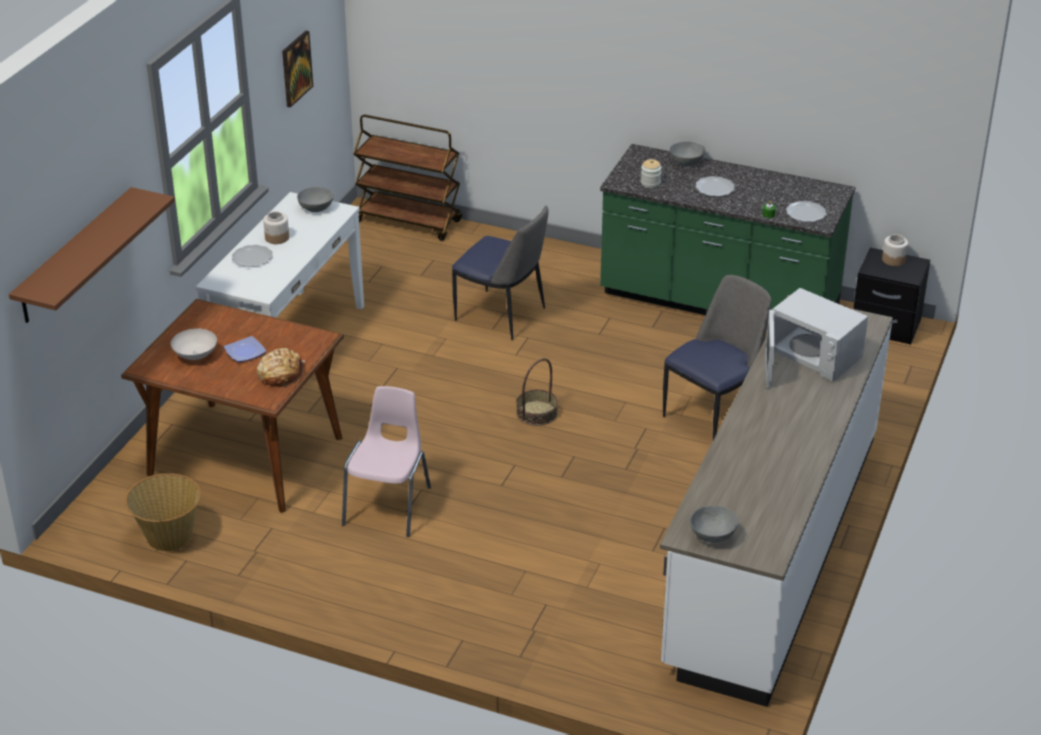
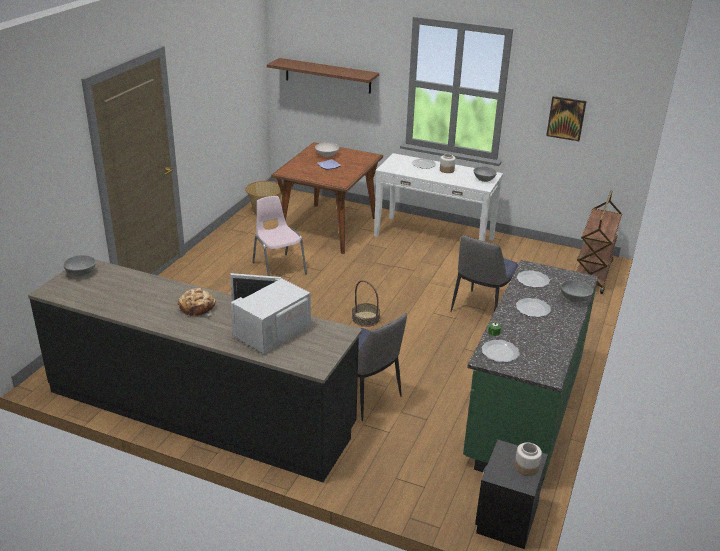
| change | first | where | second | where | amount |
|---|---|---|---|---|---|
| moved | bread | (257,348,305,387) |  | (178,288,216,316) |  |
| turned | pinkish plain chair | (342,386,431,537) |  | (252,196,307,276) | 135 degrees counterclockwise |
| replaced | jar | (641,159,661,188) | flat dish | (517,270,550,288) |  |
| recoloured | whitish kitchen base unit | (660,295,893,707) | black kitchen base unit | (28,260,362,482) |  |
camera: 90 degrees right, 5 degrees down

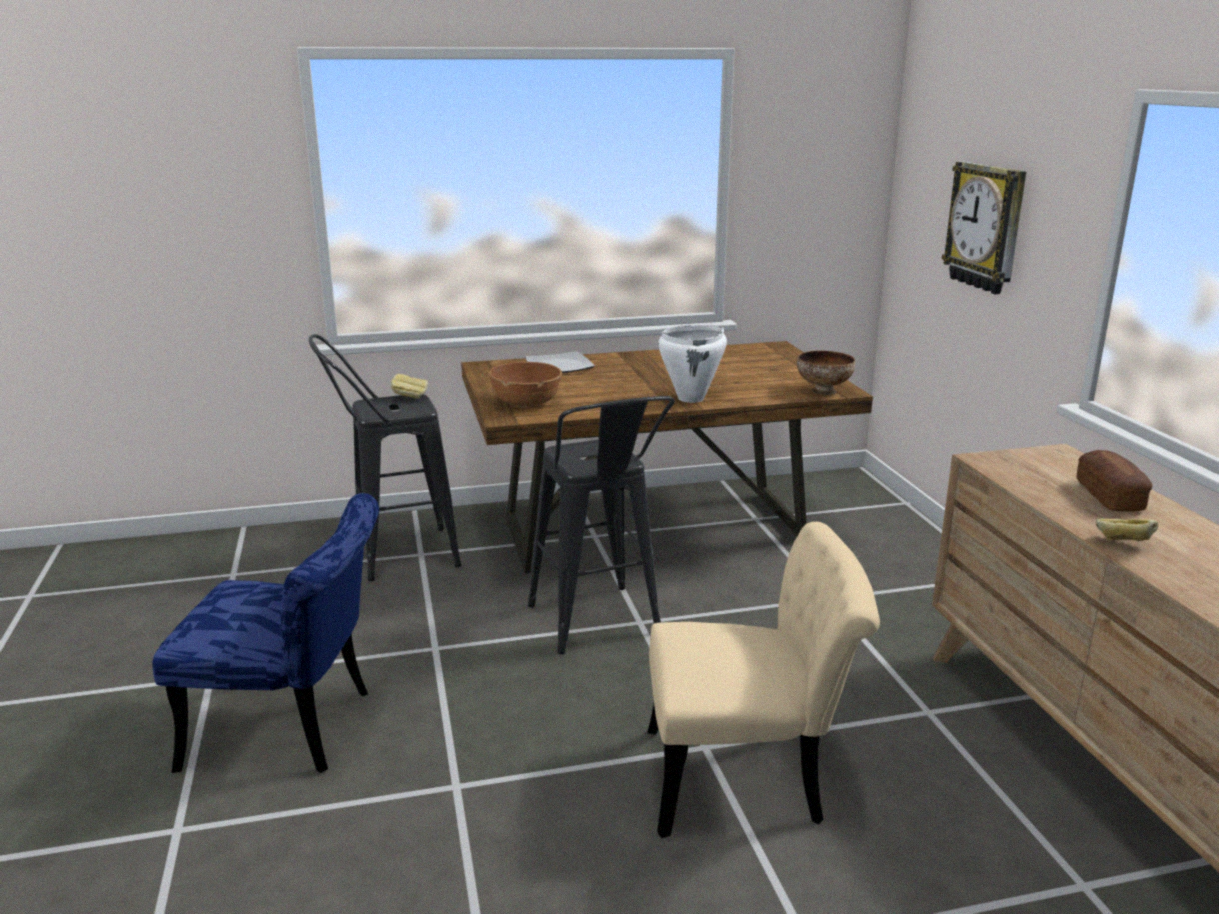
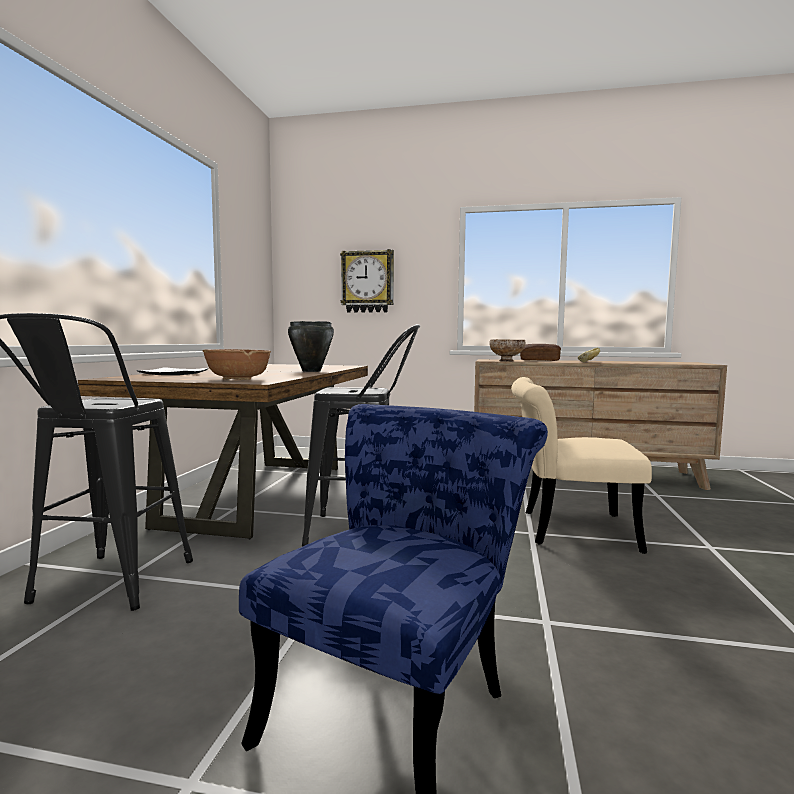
| change | first | where | second | where | amount |
|---|---|---|---|---|---|
| removed | bread | (391,374,428,399) |  |  |  |
| turned | beige plain chair | (647,522,880,838) |  | (511,377,652,554) | 105 degrees counterclockwise |
| recoloured | whitish saucepot | (658,325,727,403) | black saucepot | (288,321,334,372) |  |
| moved | deep dish | (797,351,855,395) |  | (489,339,526,361) |  |
camera: 65 degrees left, 15 degrees down

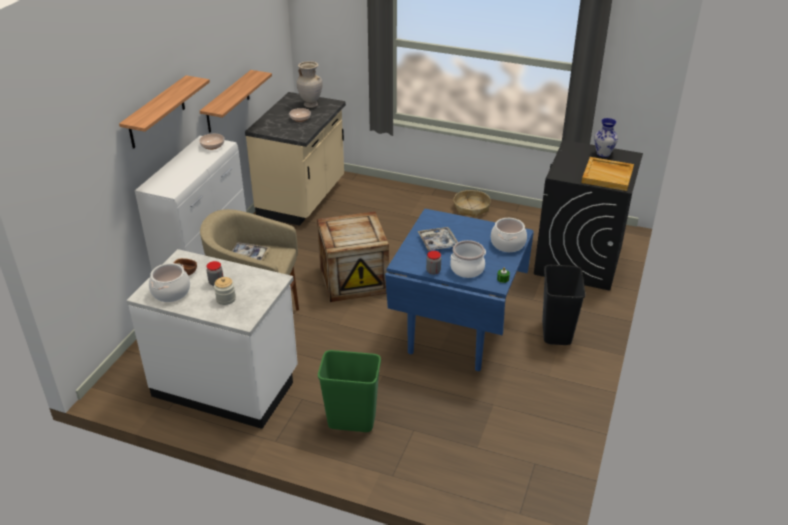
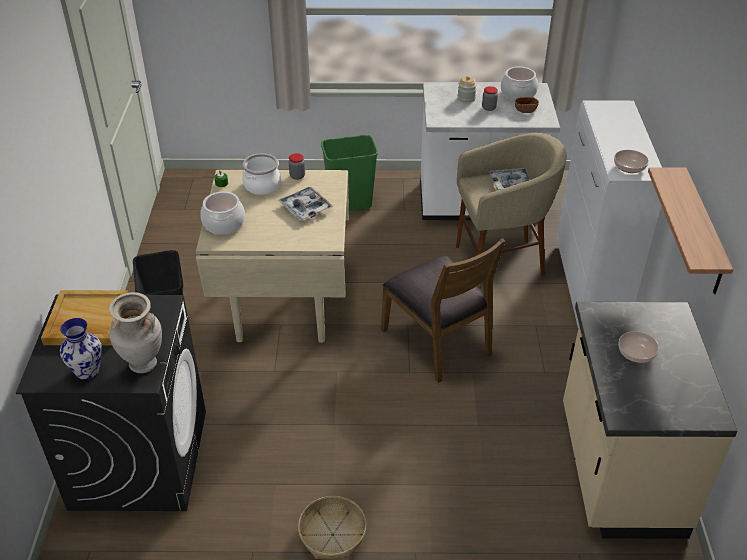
| change | first | where | second | where | amount |
|---|---|---|---|---|---|
| removed | shelf | (119,75,210,149) |  |  |  |
| moved | beige flower vase | (296,61,323,108) |  | (109,292,162,373) |  |
| replaced | crate | (317,212,389,302) | brownish plain chair | (381,238,506,383) |  |
| recoloured | blue dining table | (385,209,534,371) | beige dining table | (196,170,349,343) |  |
camera: 160 degrees right, 5 degrees up

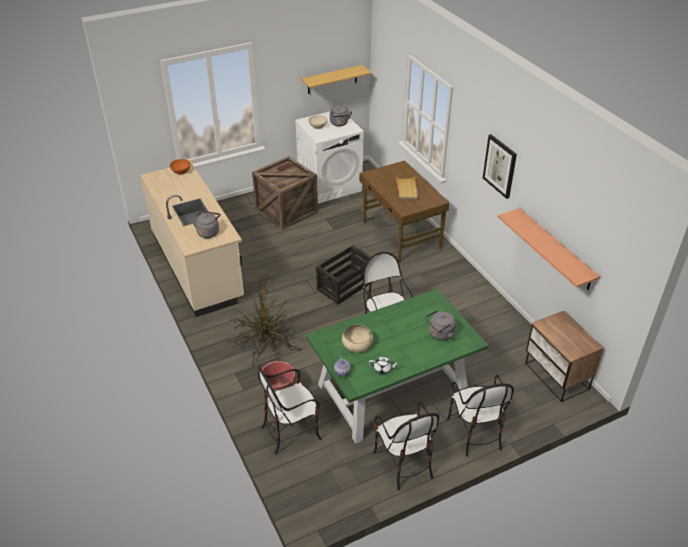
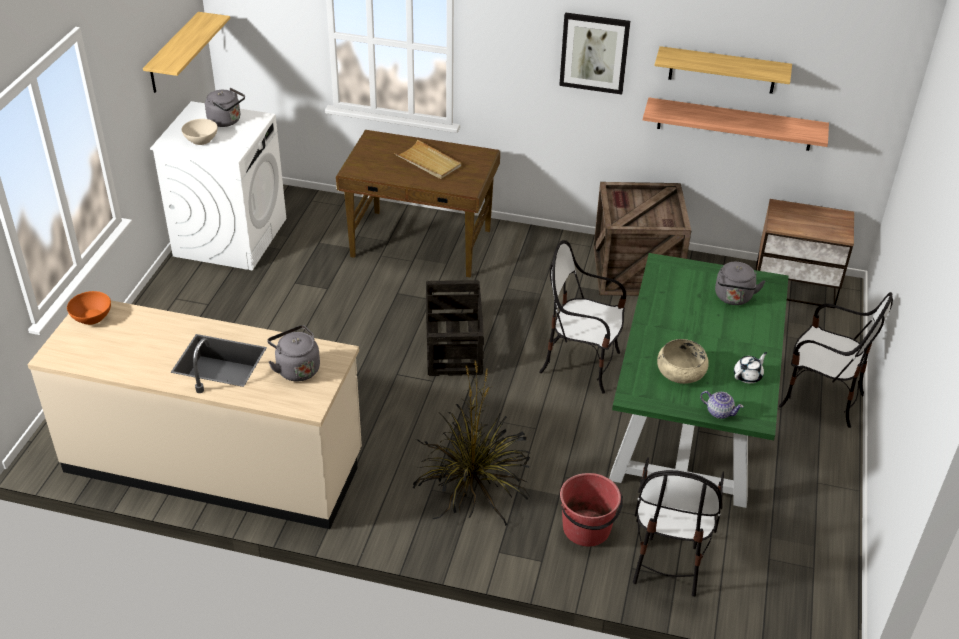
| change | first | where | second | where | amount |
|---|---|---|---|---|---|
| moved | crate | (252,156,318,230) |  | (594,182,691,296) |  |
| removed | plain chair | (373,402,439,490) |  |  |  |
| added |  |  | shelf | (655,46,792,94) |  |
camera: 50 degrees left, 0 degrees up

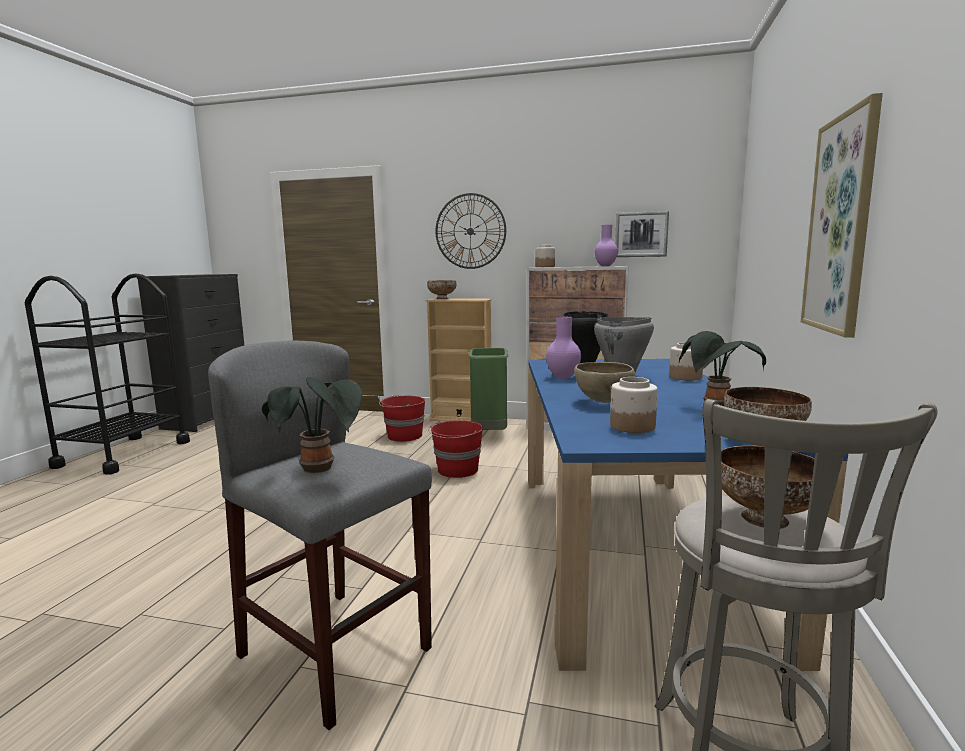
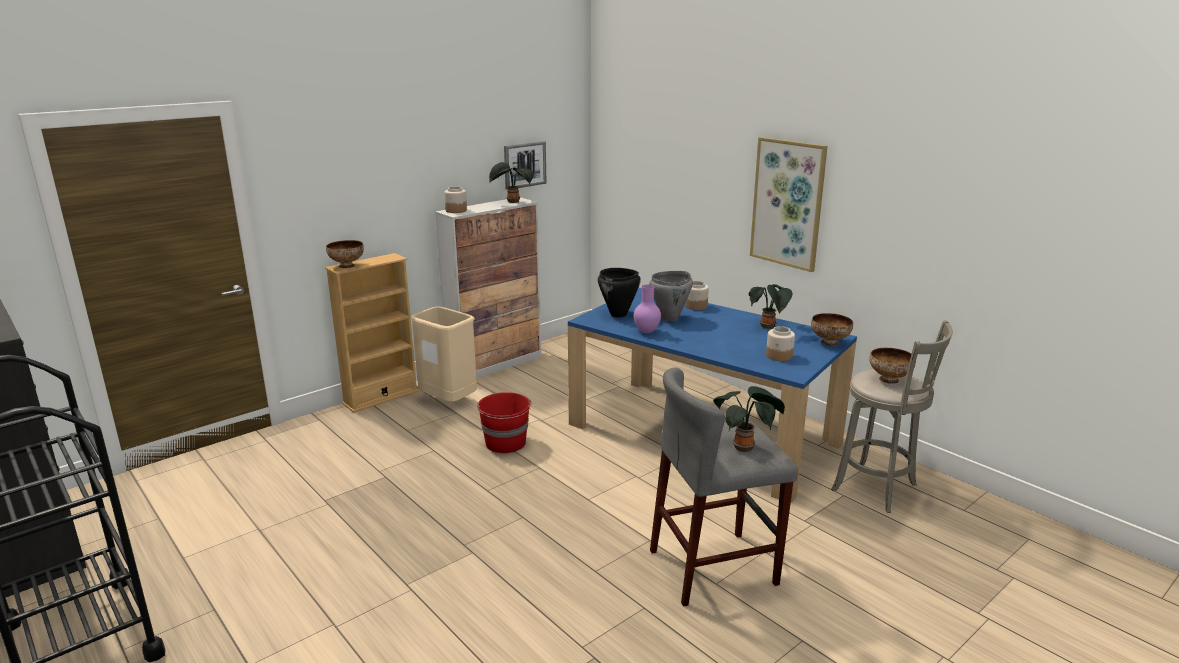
| change | first | where | second | where | amount |
|---|---|---|---|---|---|
| removed | red bucket | (379,395,425,442) |  |  |  |
| removed | hanging clock | (436,193,506,269) |  |  |  |
| recoloured | green waste bin | (468,348,508,430) | beige waste bin | (410,307,477,402) |  |
| removed | brownish deep dish | (574,362,635,403) |  |  |  |
| replaced | purplish flower vase | (595,225,618,266) | plant in a pot | (489,162,533,203) |  |
camera: 55 degrees left, 10 degrees up

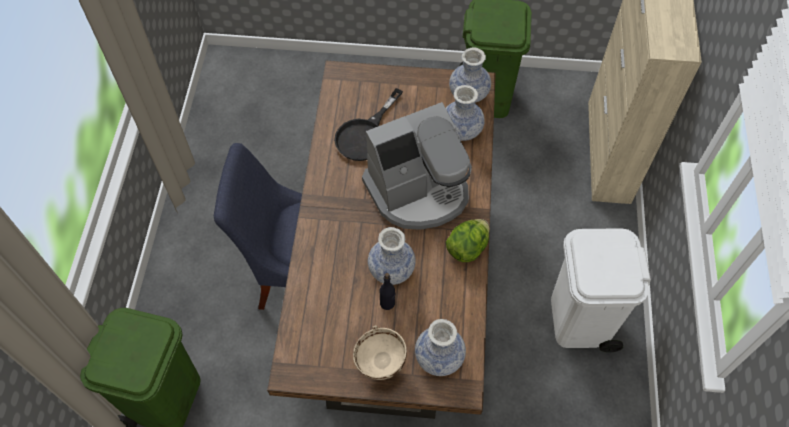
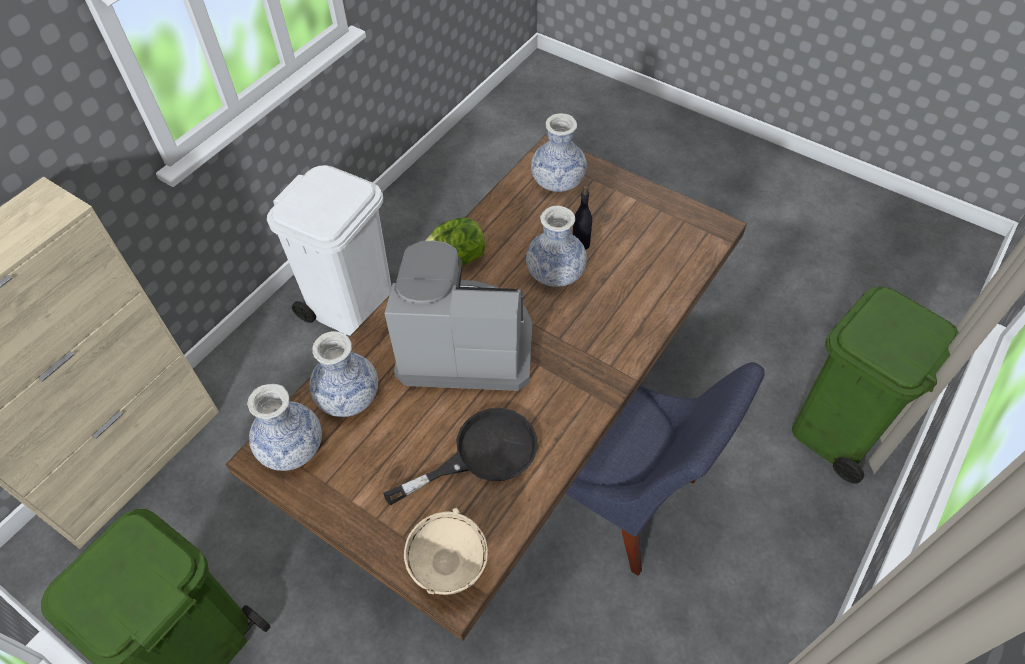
| change | first | where | second | where | amount |
|---|---|---|---|---|---|
| moved | beige deep dish | (353,326,407,380) |  | (404,508,488,595) |  |
camera: 150 degrees left, 5 degrees down

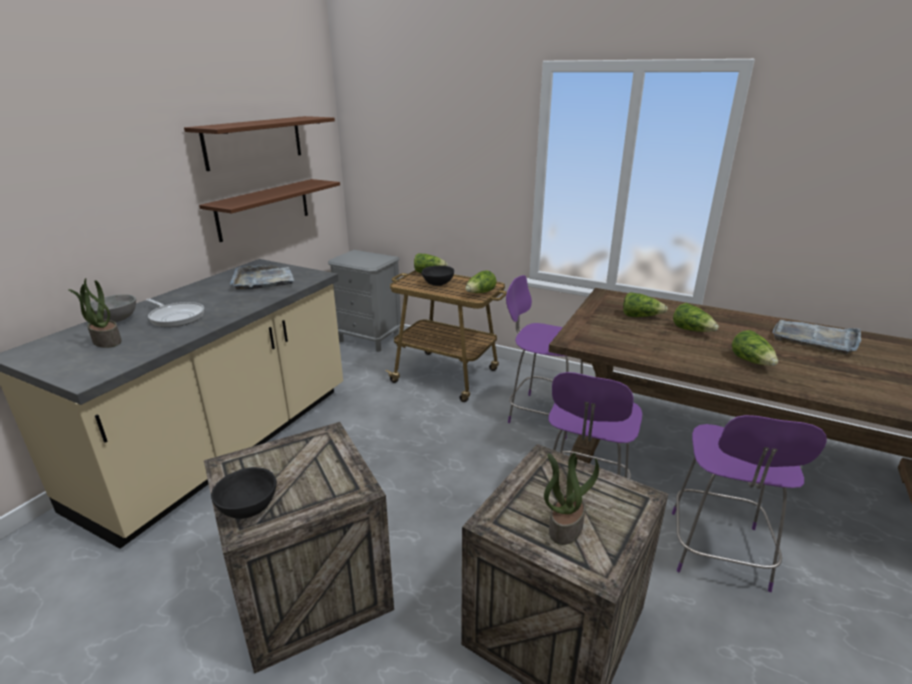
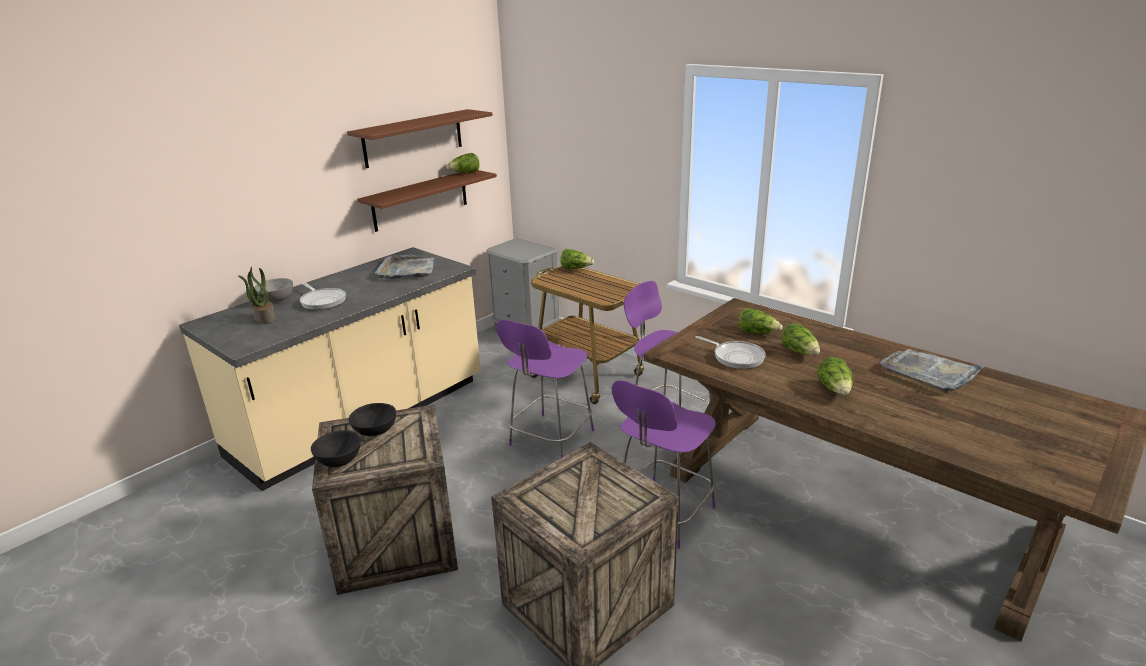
| change | first | where | second | where | amount |
|---|---|---|---|---|---|
| moved | black deep dish | (422,266,454,286) |  | (349,403,396,436) |  |
| moved | lettuce head | (465,270,496,293) |  | (446,153,479,173) |  |
| removed | plant in a pot | (544,453,599,545) |  |  |  |
| moved | purplish plain chair | (672,415,827,592) |  | (496,320,594,458) |  |
| added |  |  | skillet | (695,336,766,369) |  |
camera: 15 degrees right, 0 degrees up

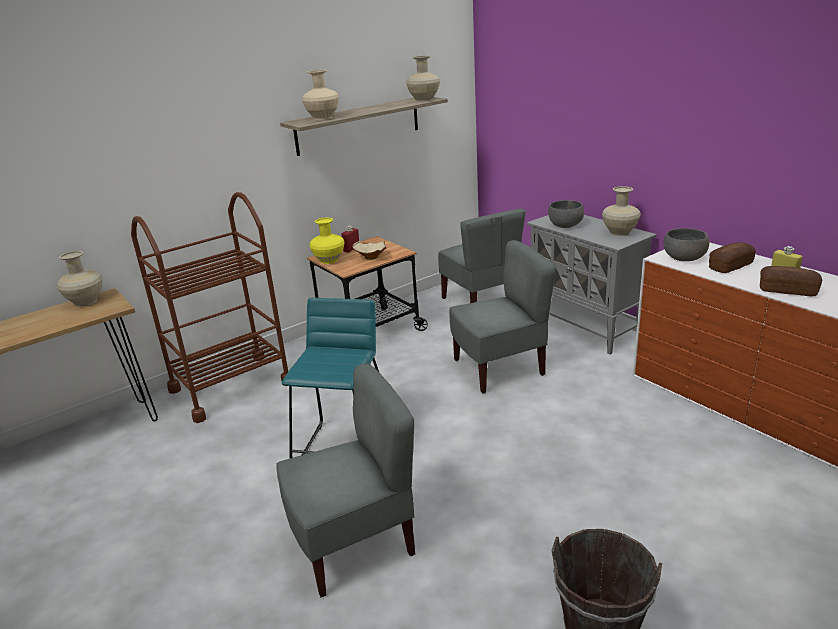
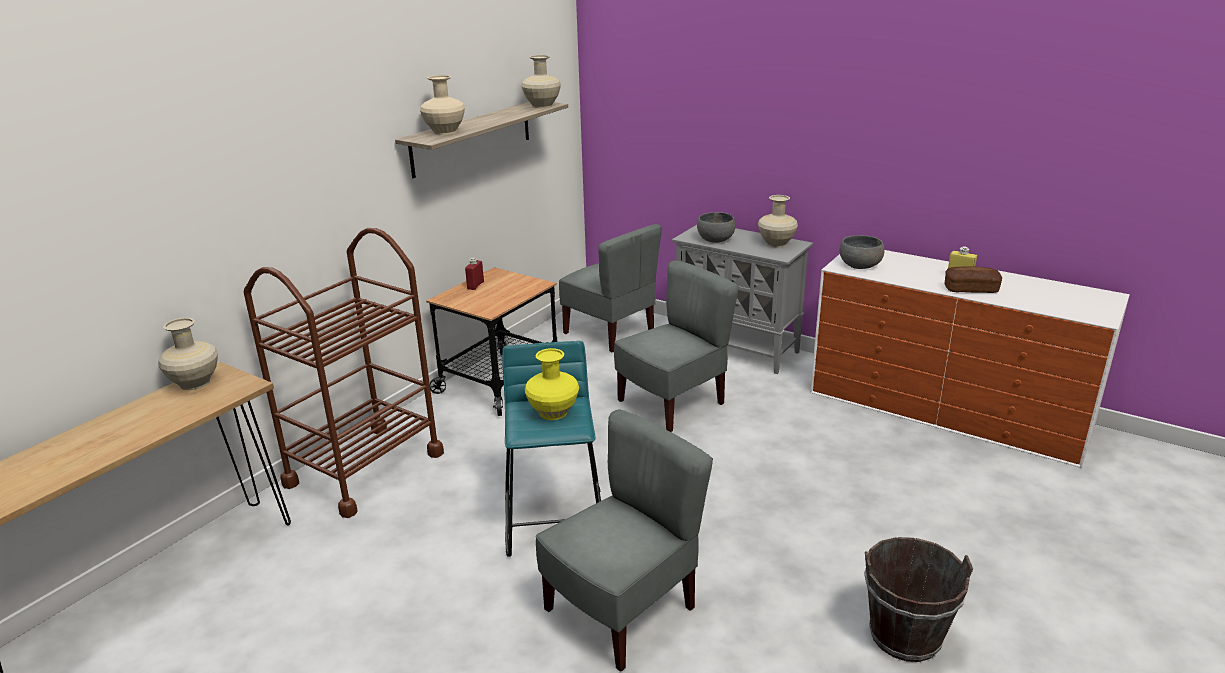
| change | first | where | second | where | amount |
|---|---|---|---|---|---|
| moved | yellowish flower vase | (310,218,344,264) |  | (525,348,579,420) |  |
| removed | beige deep dish | (352,241,387,260) |  |  |  |
| removed | bread | (709,242,756,273) |  |  |  |
camera: 20 degrees left, 0 degrees up

